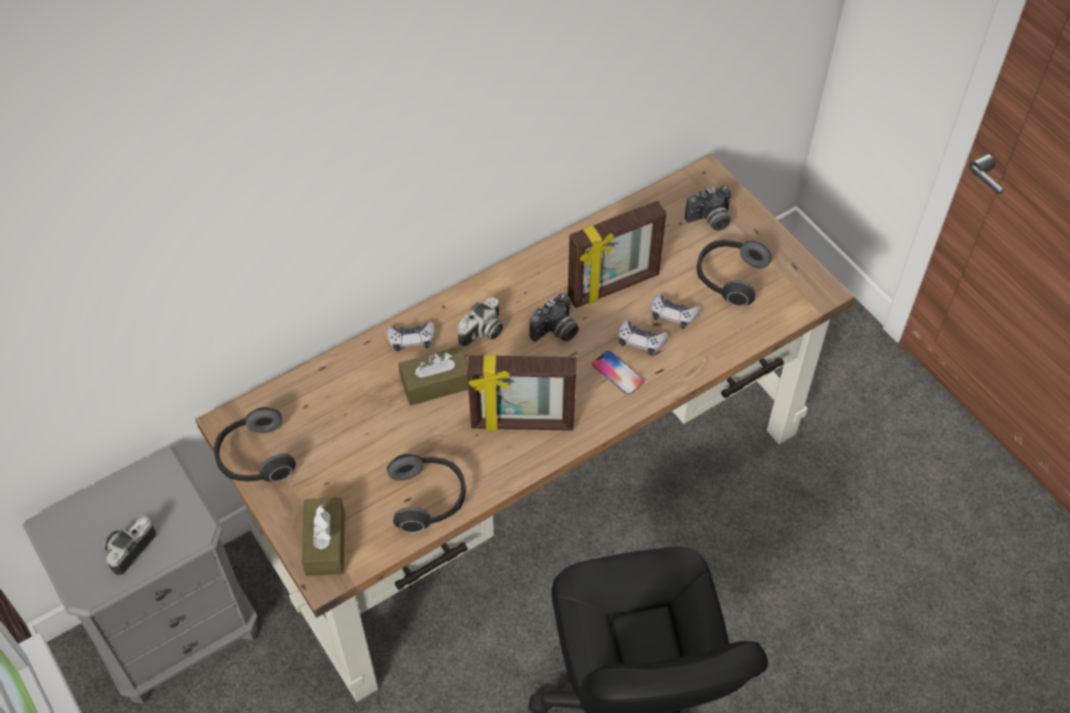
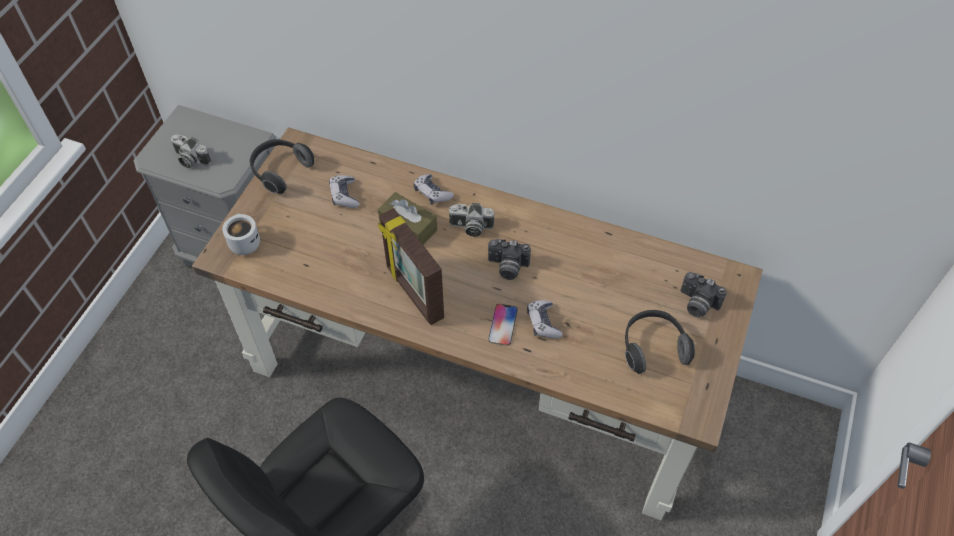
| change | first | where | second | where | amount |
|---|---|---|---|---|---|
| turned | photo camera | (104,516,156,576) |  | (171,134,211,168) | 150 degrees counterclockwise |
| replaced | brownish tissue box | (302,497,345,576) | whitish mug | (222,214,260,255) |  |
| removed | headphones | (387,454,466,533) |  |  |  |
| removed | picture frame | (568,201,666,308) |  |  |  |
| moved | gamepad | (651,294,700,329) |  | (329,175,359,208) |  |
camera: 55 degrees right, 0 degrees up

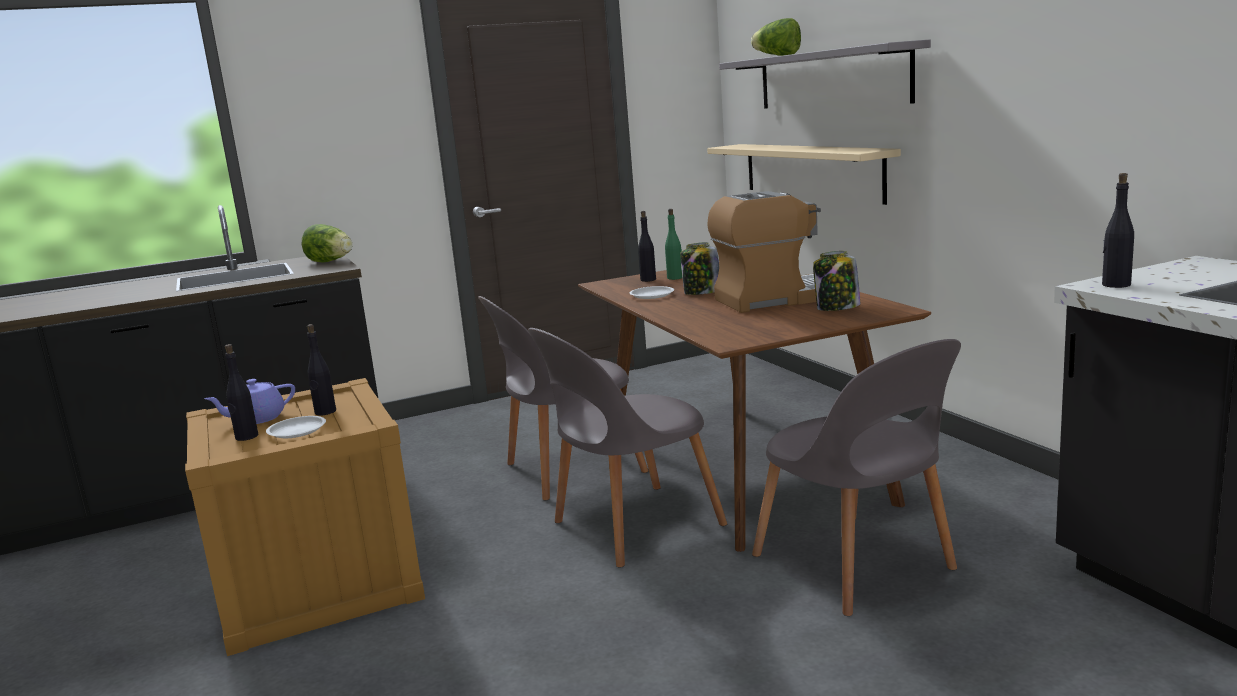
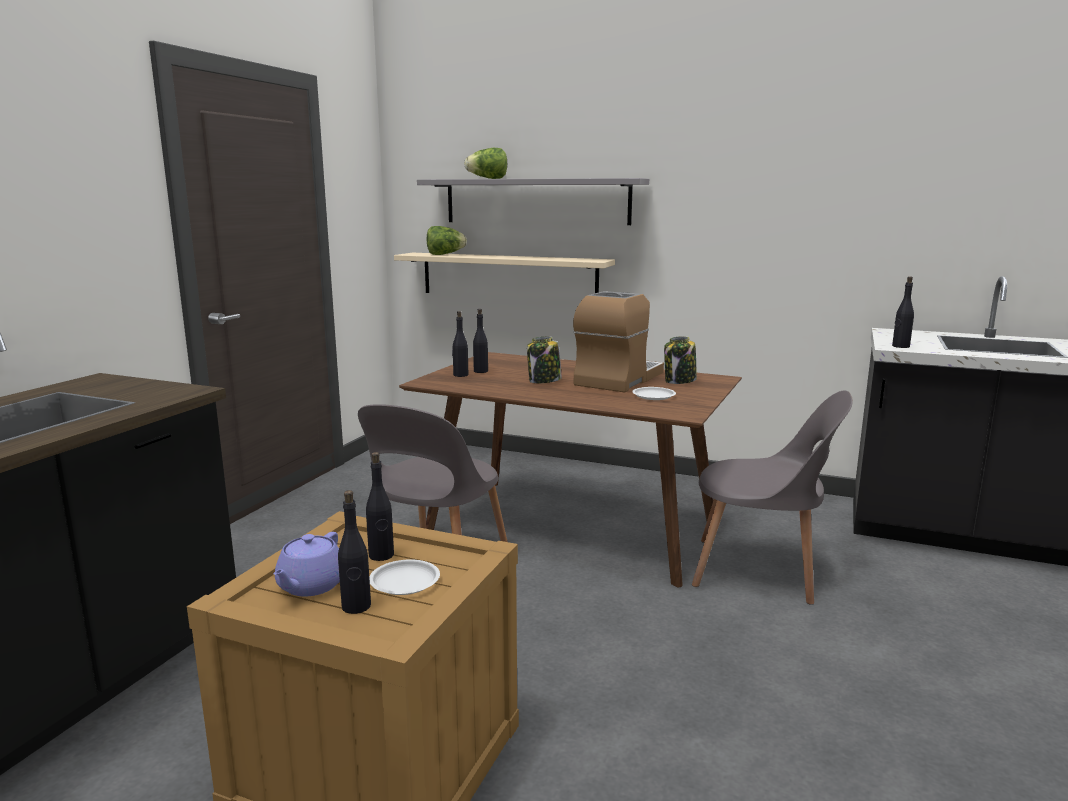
| change | first | where | second | where | amount |
|---|---|---|---|---|---|
| moved | lettuce head | (302,224,352,262) |  | (427,226,467,255) |  |
| removed | greyish plain chair | (528,328,727,568) |  |  |  |
| moved | whitish flat dish | (630,286,674,299) |  | (632,387,676,400) |  |
| recoloured | green drink bottle | (665,209,682,280) | black drink bottle | (473,309,488,373) |  |
camera: 45 degrees left, 0 degrees up

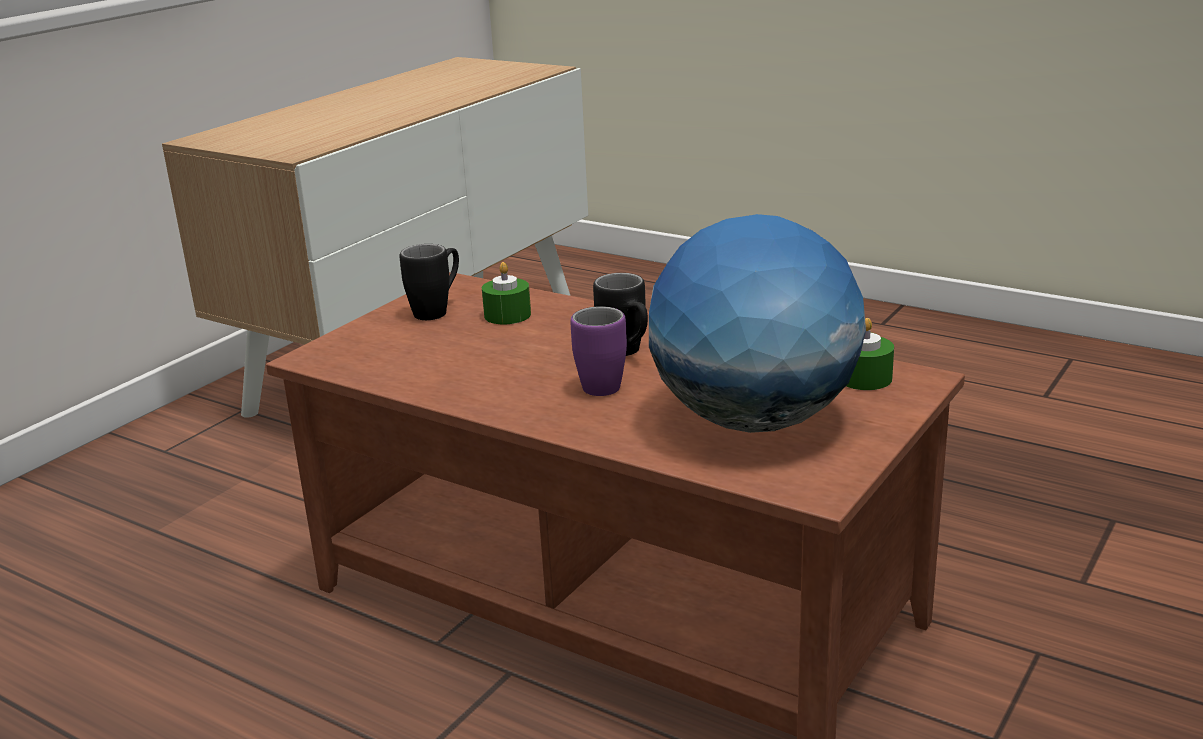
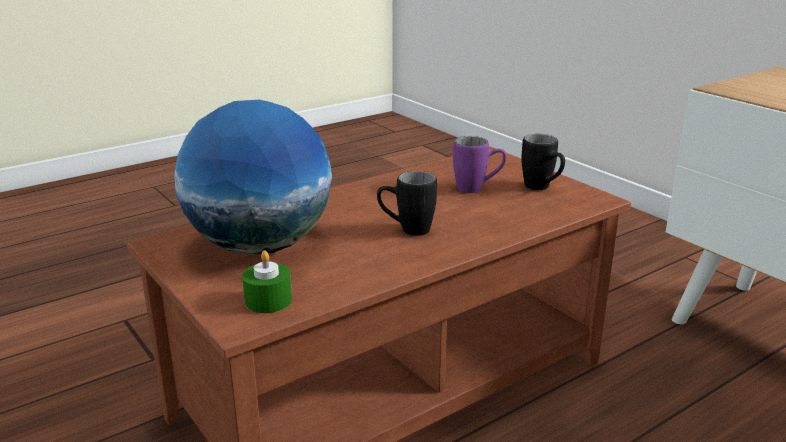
| change | first | where | second | where | amount |
|---|---|---|---|---|---|
| removed | green wax light | (482,262,531,324) |  |  |  |
| moved | purplish mug | (571,306,627,396) |  | (453,136,506,193) |  |
camera: 110 degrees right, 0 degrees up

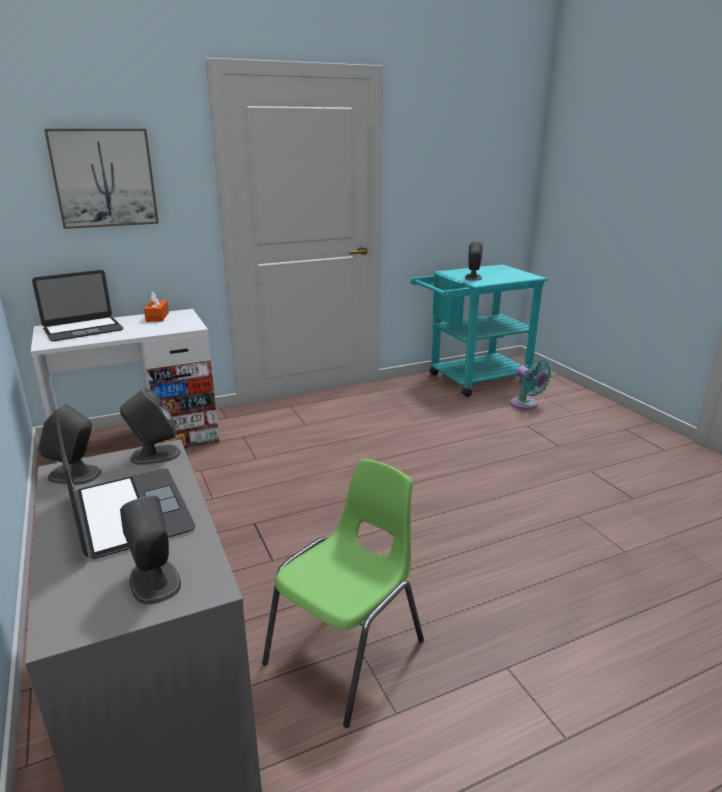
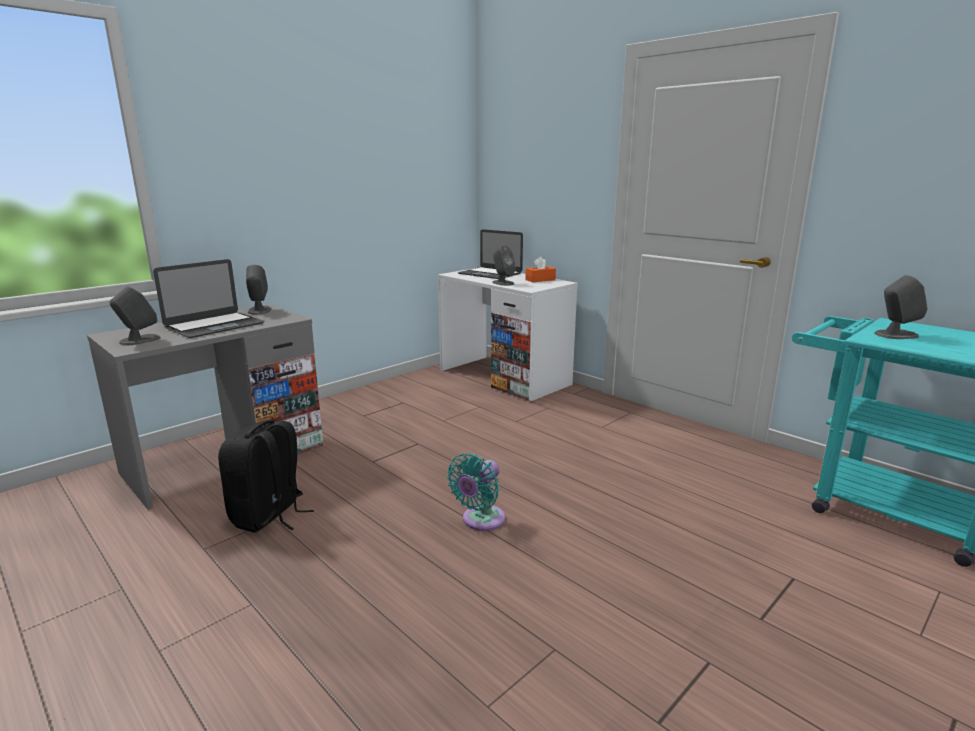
| change | first | where | second | where | amount |
|---|---|---|---|---|---|
| removed | wall art | (44,129,159,229) |  |  |  |
| moved | greyish loudspeaker | (120,388,181,465) |  | (492,245,516,286) |  |
| replaced | green plain chair | (262,459,424,728) | black knapsack | (218,420,314,532) |  |
| moved | turquoise fan | (510,360,551,409) |  | (447,453,505,531) |  |
camera: 70 degrees right, 5 degrees down

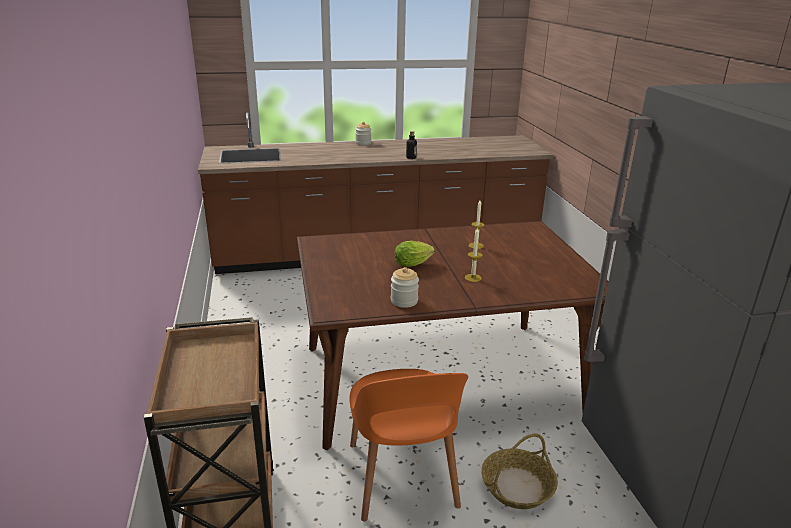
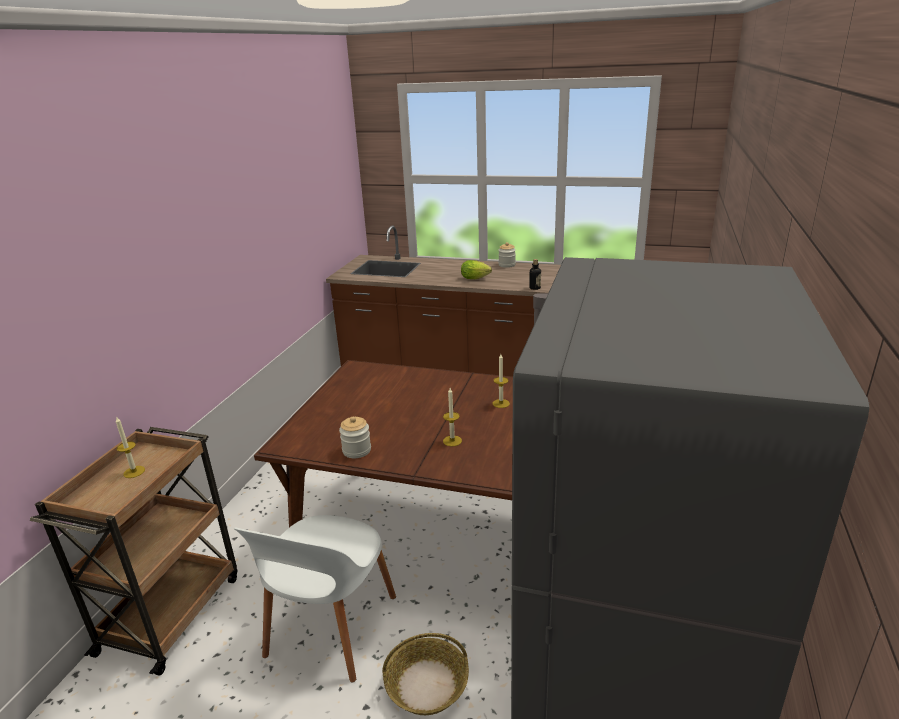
| change | first | where | second | where | amount |
|---|---|---|---|---|---|
| recoloured | orange-coloured plain chair | (349,369,468,522) | whitish plain chair | (234,515,396,682) |  |
| moved | lettuce head | (394,241,435,267) |  | (461,260,492,279) |  |
| added |  |  | wax light | (116,416,145,478) |  |
camera: 30 degrees right, 0 degrees up

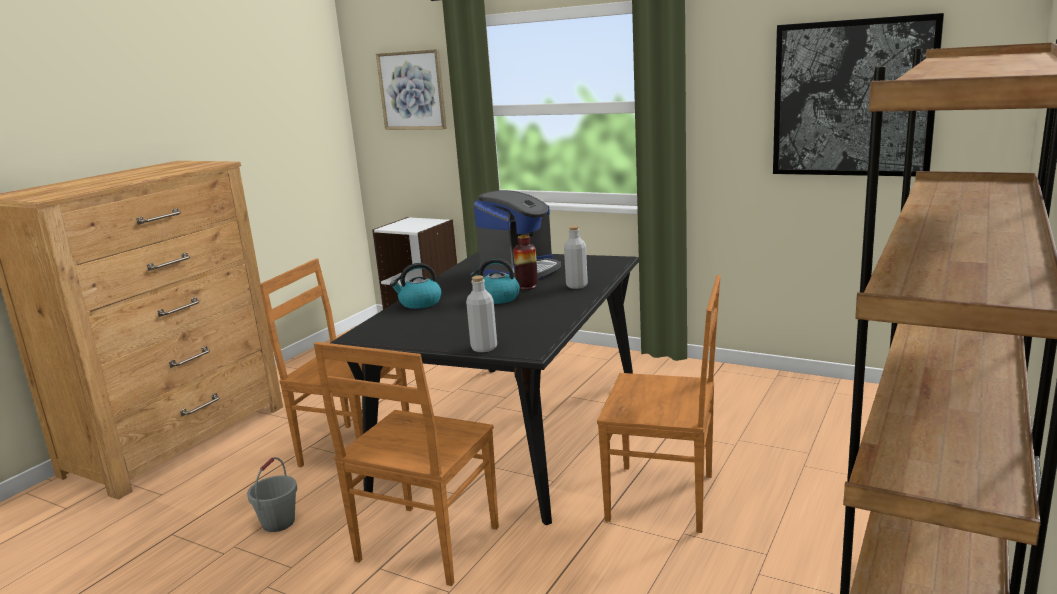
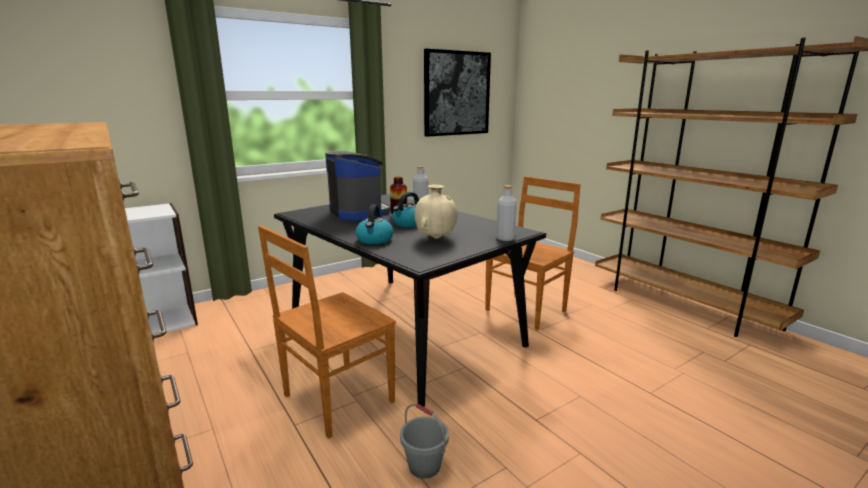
| change | first | where | second | where | amount |
|---|---|---|---|---|---|
| removed | brownish plain chair | (314,342,499,586) |  |  |  |
| removed | wall art | (376,49,447,130) |  |  |  |
| added |  |  | beige flower vase | (415,185,457,239) |  |
camera: 65 degrees left, 0 degrees up

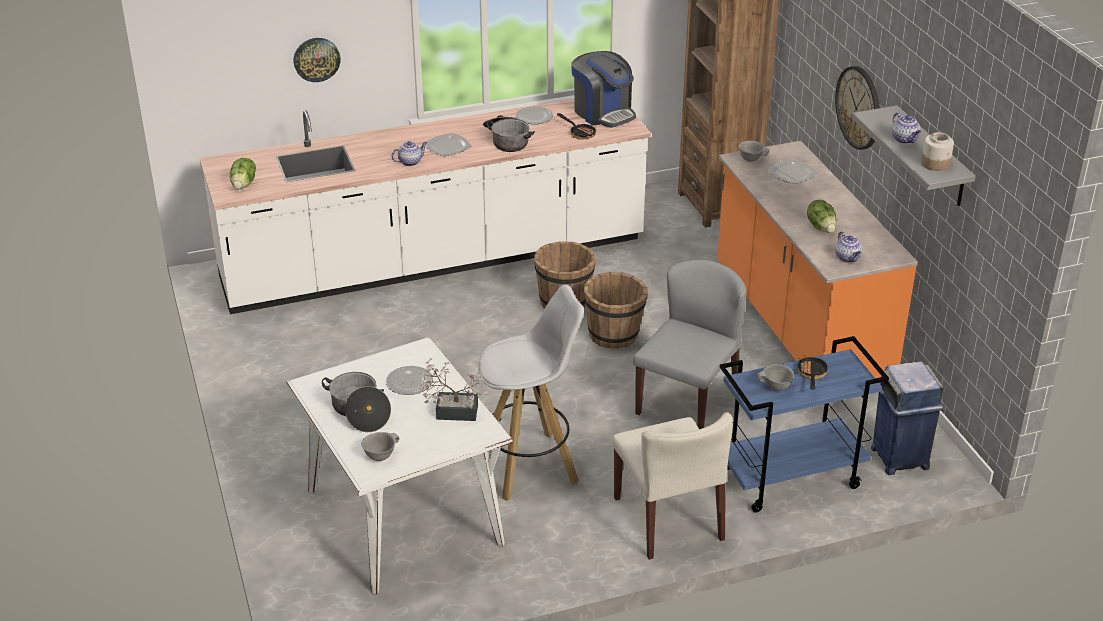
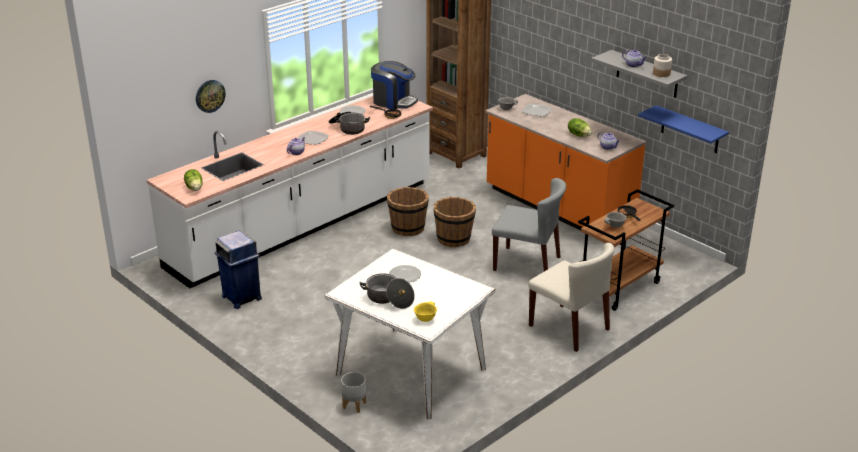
| change | first | where | second | where | amount |
|---|---|---|---|---|---|
| recoloured | greyish deep dish | (361,432,399,461) | yellowish deep dish | (414,301,437,322) |  |
| removed | plant in a pot | (419,358,488,421) |  |  |  |
| removed | whitish stool | (478,285,584,501) |  |  |  |
| turned | greyish plain chair | (633,259,746,429) |  | (492,178,566,271) | 105 degrees clockwise |
| recoloured | blue wheeled cart | (720,336,889,512) | brownish wheeled cart | (578,189,674,311) |  |
| removed | hanging clock | (835,66,880,150) |  |  |  |
| moved | blue waste bin | (871,361,944,475) |  | (215,231,262,309) |  |
| added |  |  | greyish planter | (341,372,366,413) |  |
| added |  |  | blue shelf | (638,105,729,153) |  |
camera: 25 degrees left, 5 degrees down

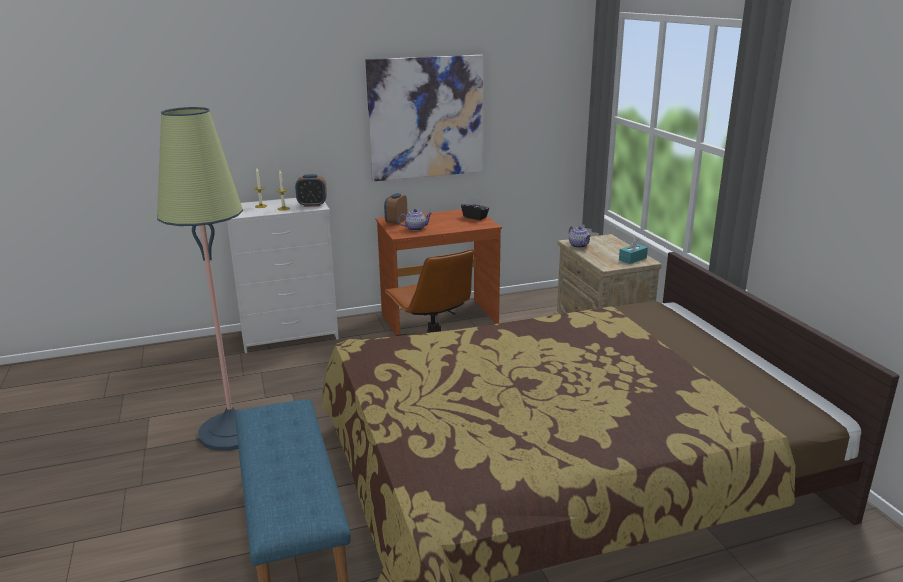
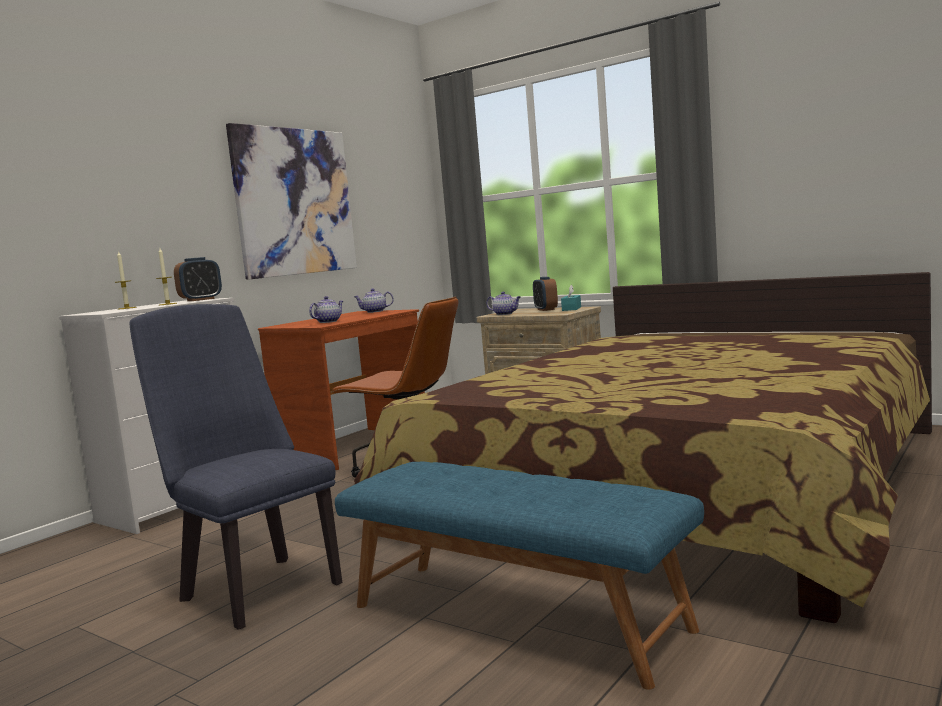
| change | first | where | second | where | amount |
|---|---|---|---|---|---|
| replaced | standard lamp | (157,107,243,451) | blue plain chair | (129,304,342,630) |  |
| moved | table clock | (384,193,407,225) |  | (533,277,558,311) |  |
| replaced | black tissue box | (461,198,489,220) | teapot | (354,289,394,313) |  |
camera: 35 degrees left, 15 degrees down

